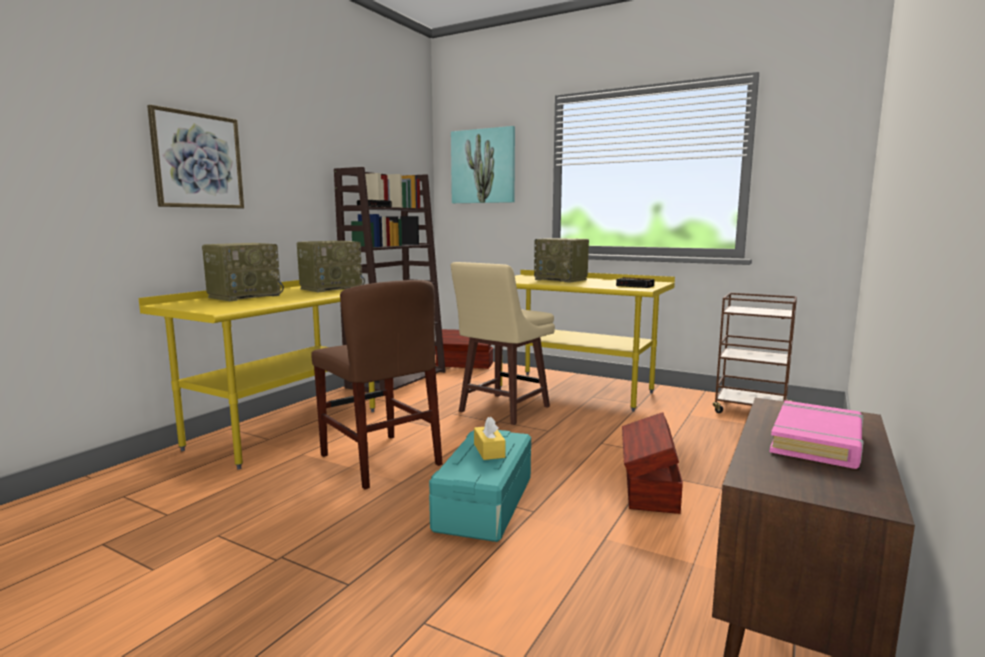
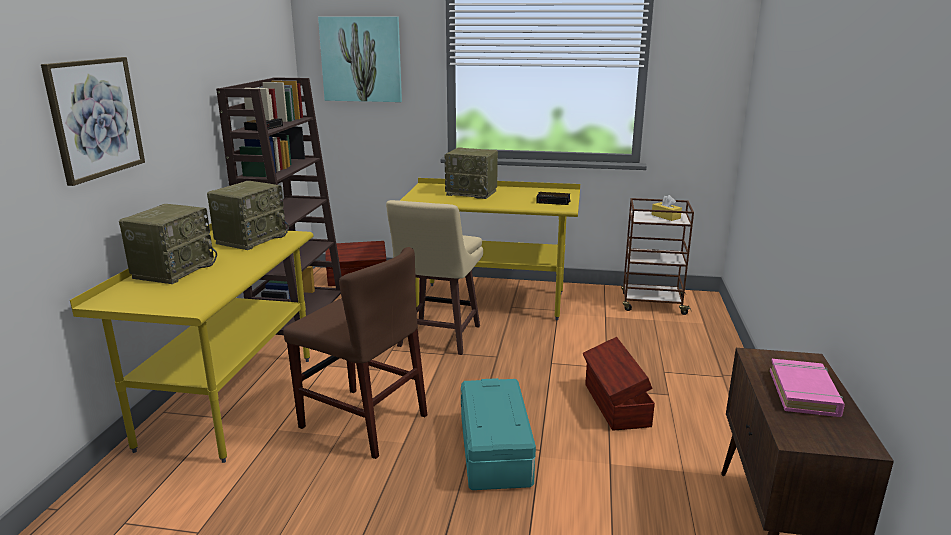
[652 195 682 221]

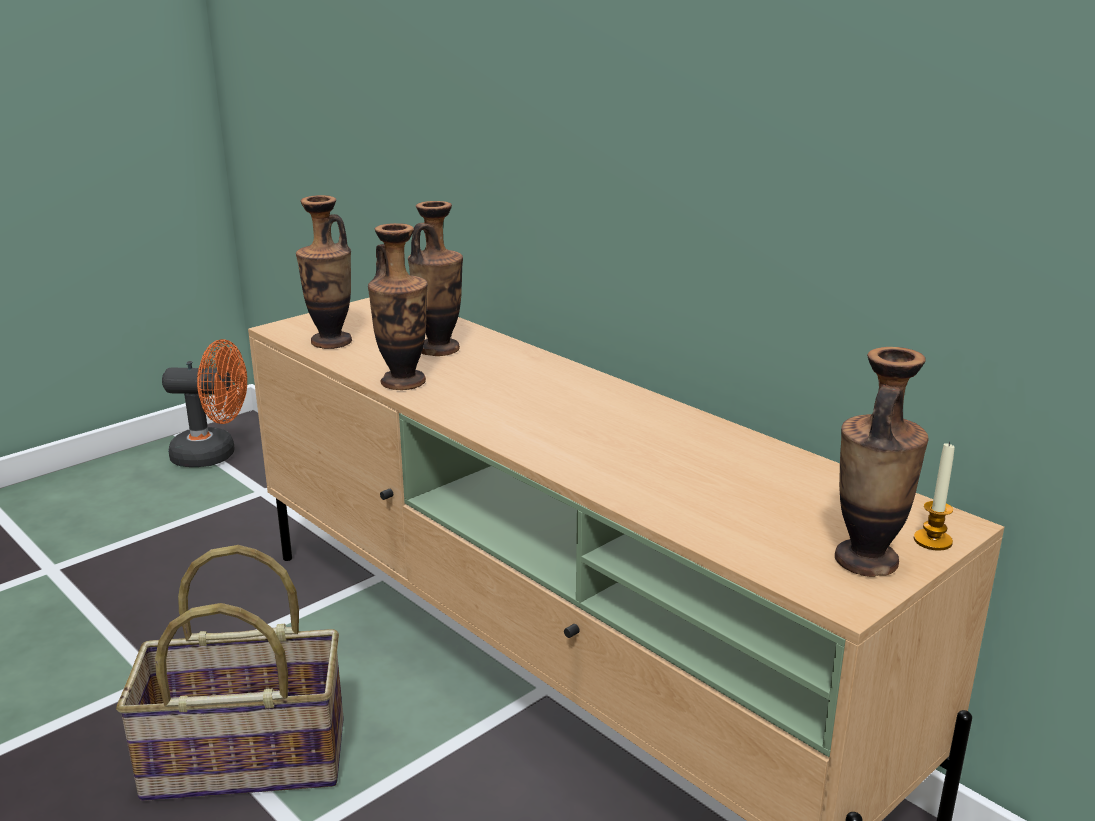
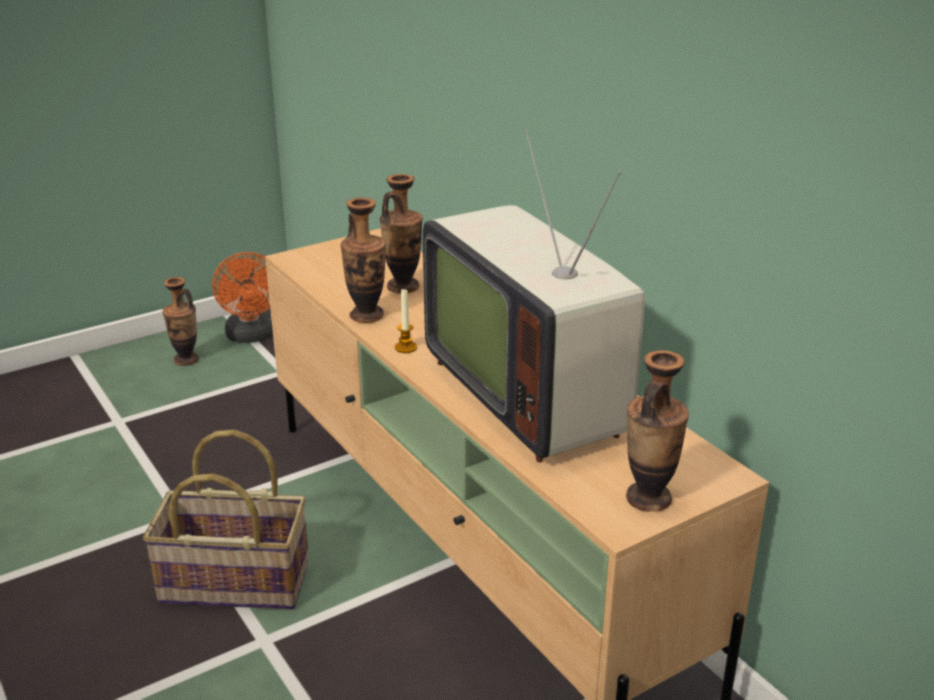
[423 131 645 463]
[162 277 199 366]
[395 289 417 353]
[212 252 273 343]

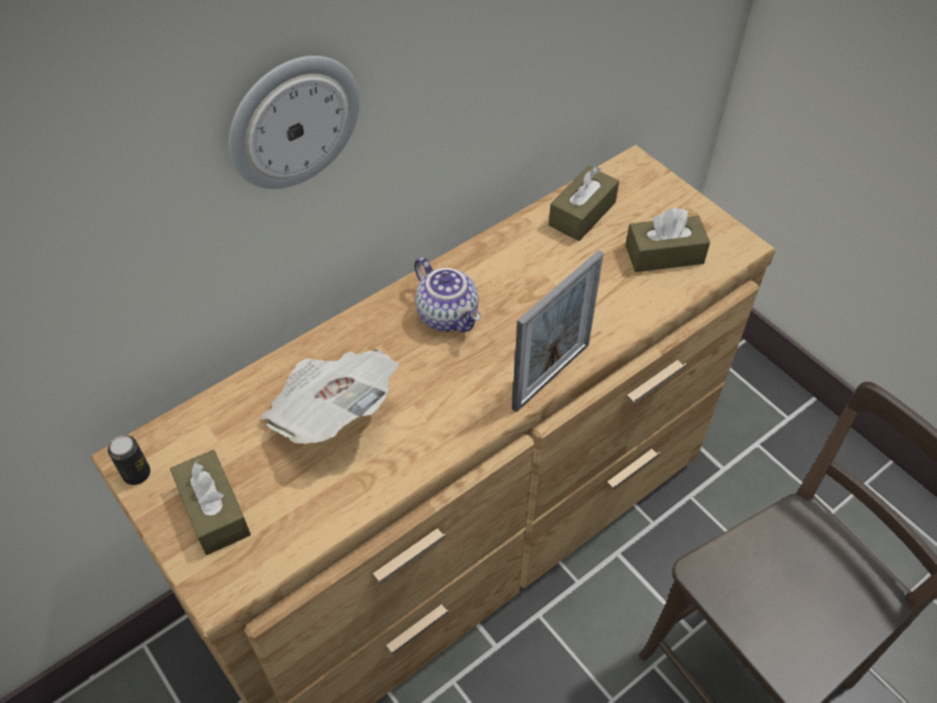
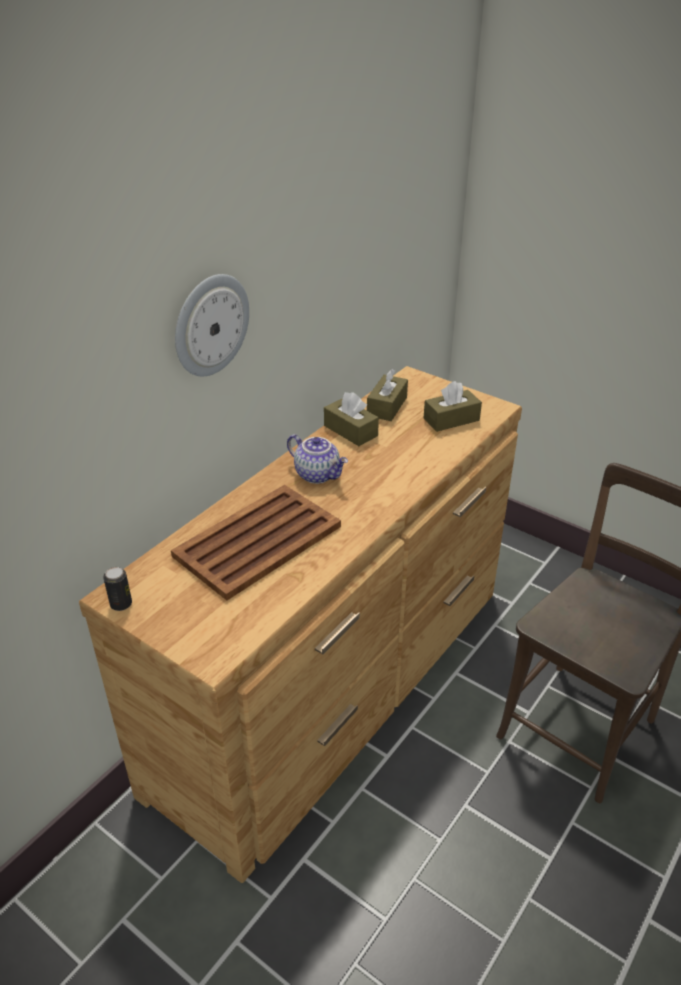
[512 250 604 412] (first image)
[324 392 379 446]
[171 485 341 600]

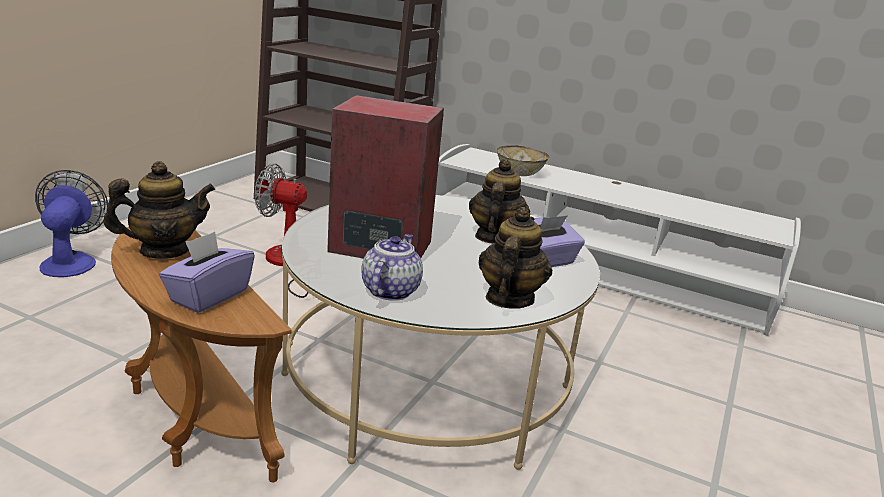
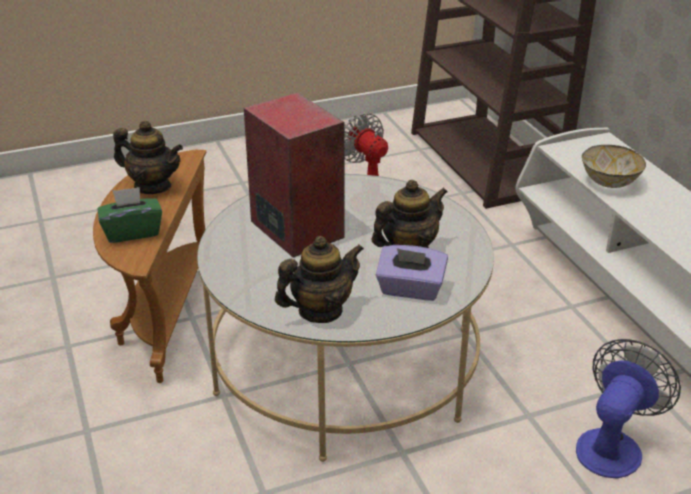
[361 234 423 301] (first image)
[576 339 681 479]
[98 187 162 243]

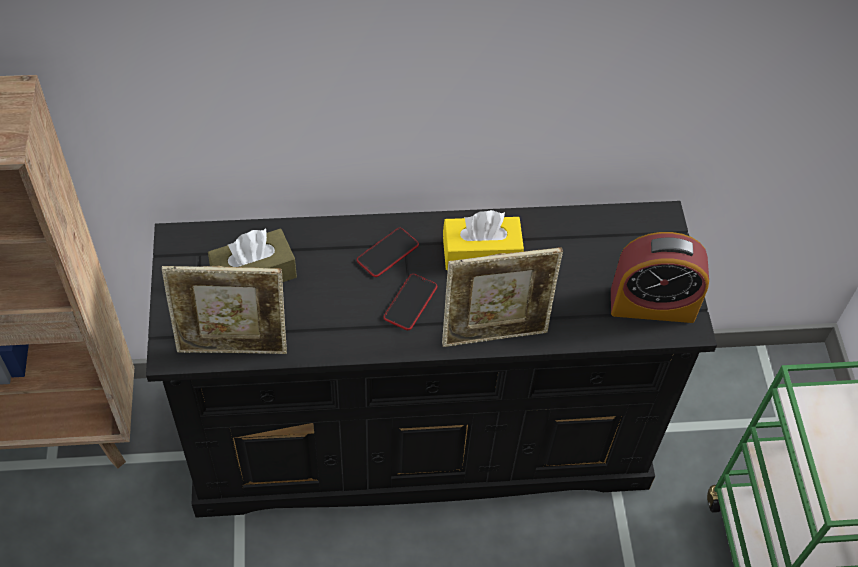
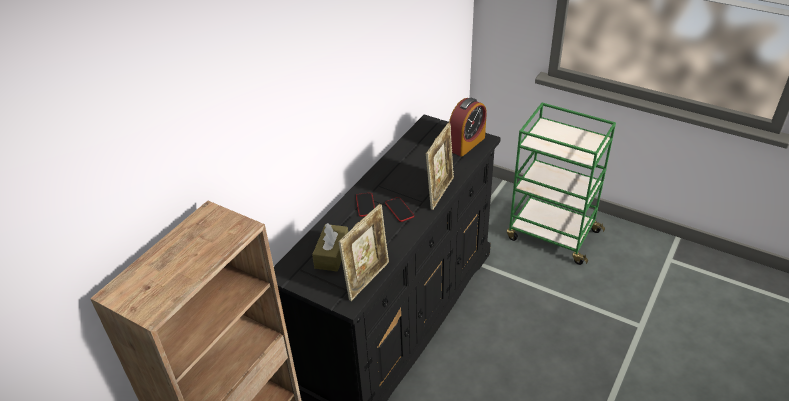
[443 210 524 270] (first image)

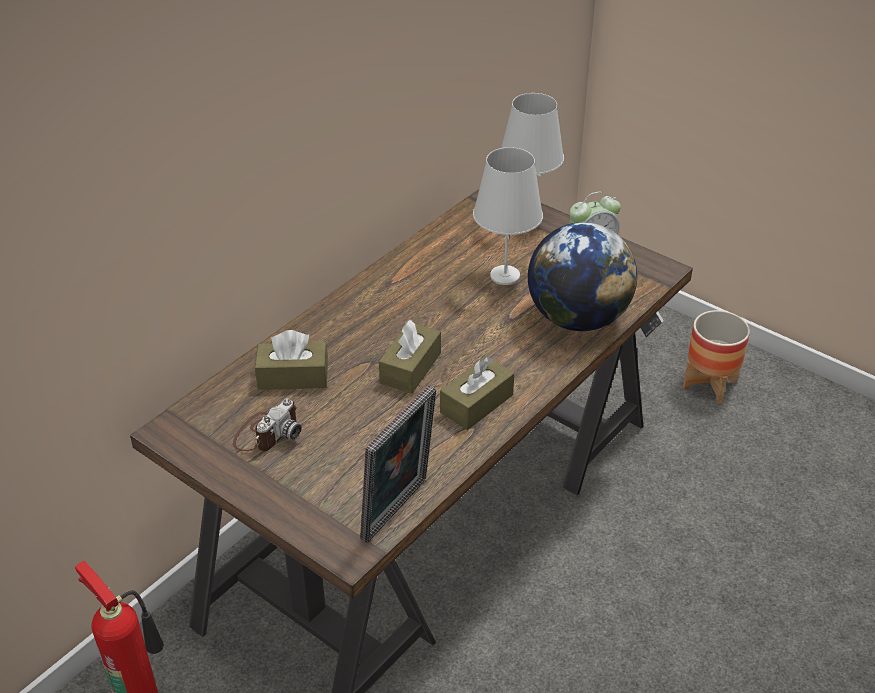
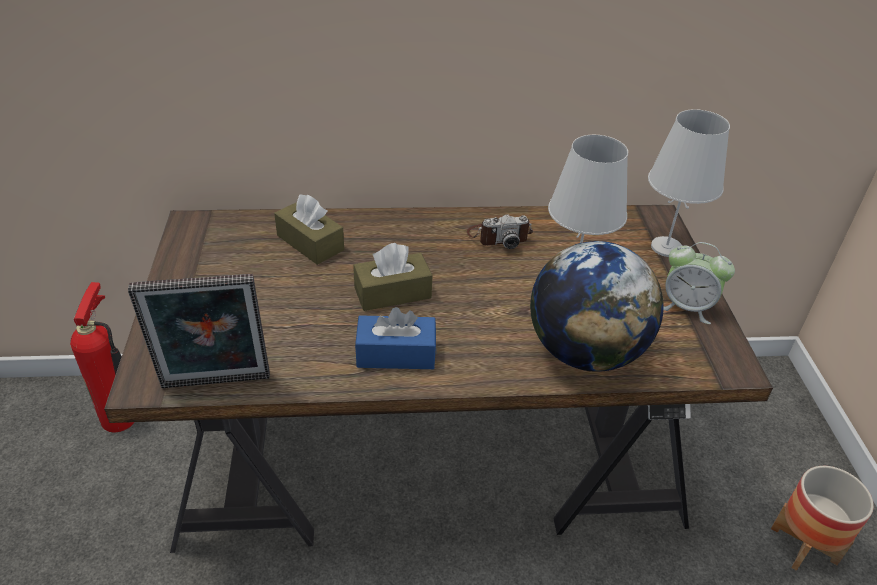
[467 214 533 249]
[355 307 436 369]

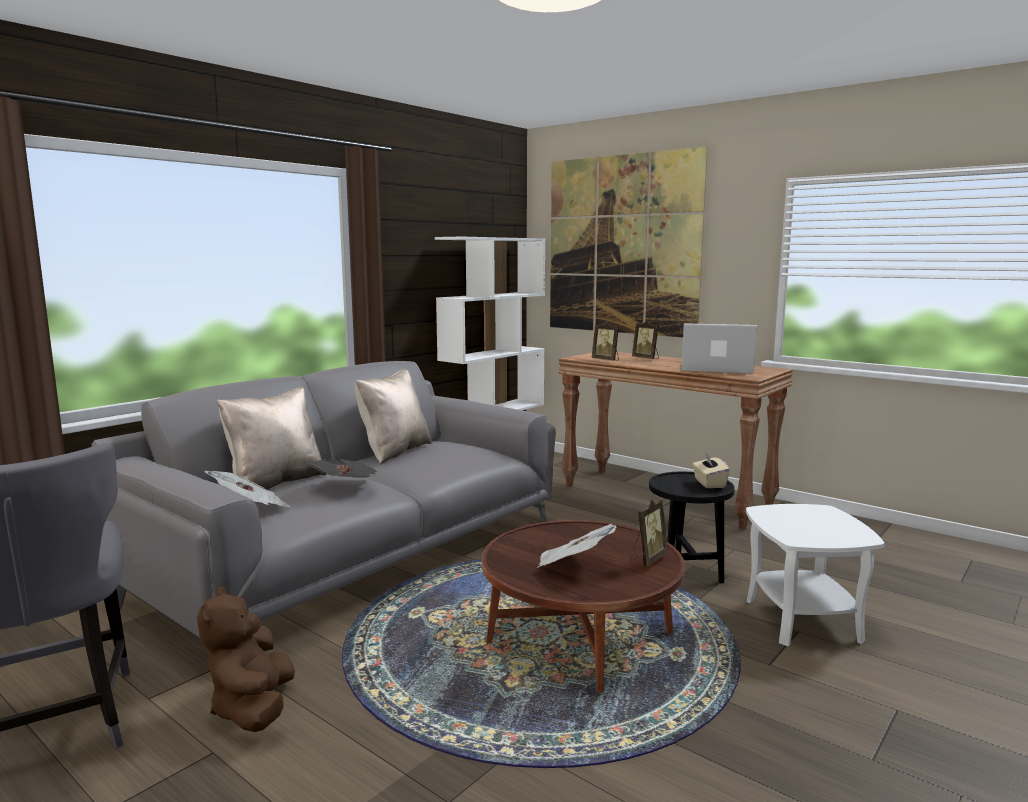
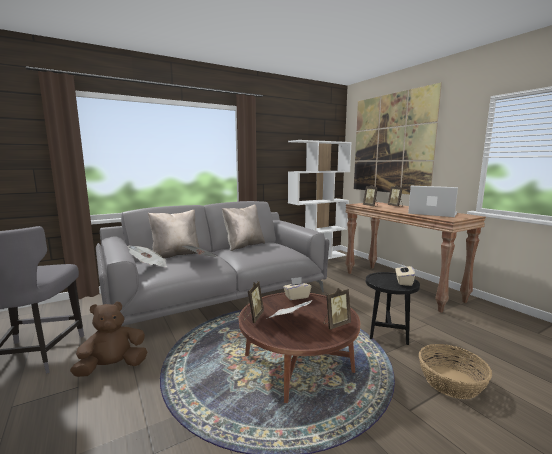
[243 281 264 323]
[283 277 312 300]
[419 344 492 399]
[70 302 147 377]

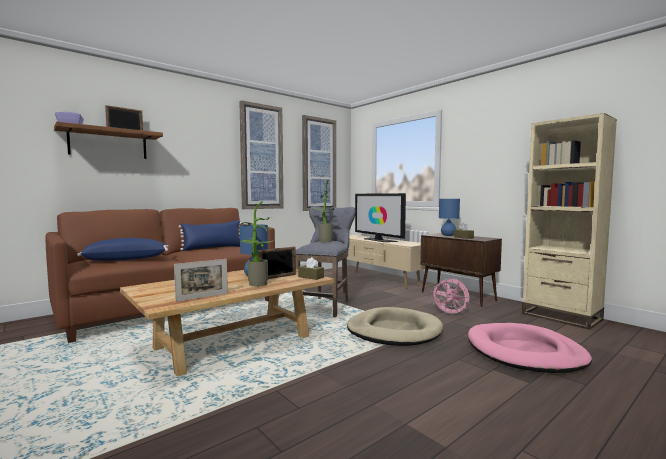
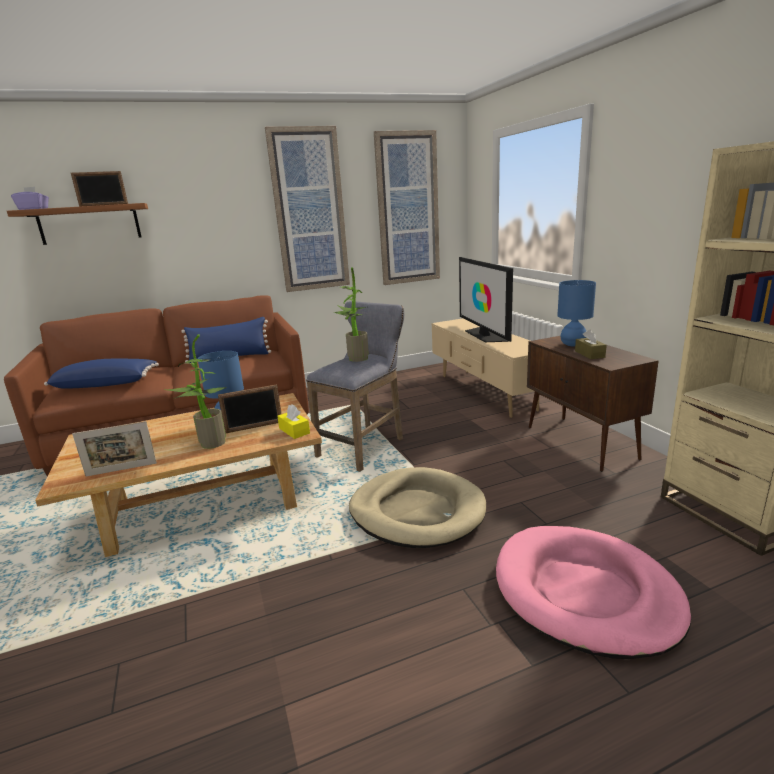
[431 277 469 316] (first image)
[277 405 310 439]

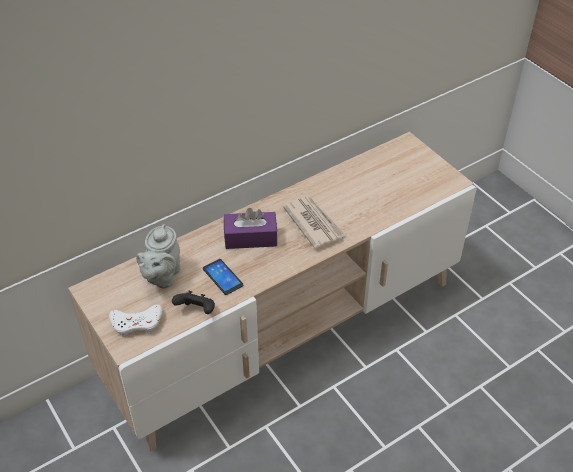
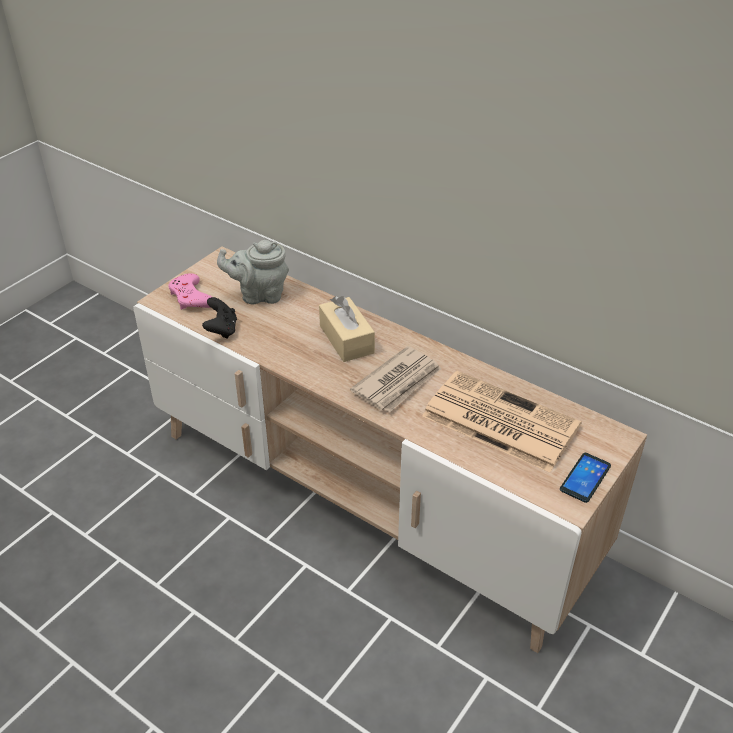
[422 371 582 472]
[560 453 611 503]
[168 273 212 310]
[319 296 375 362]

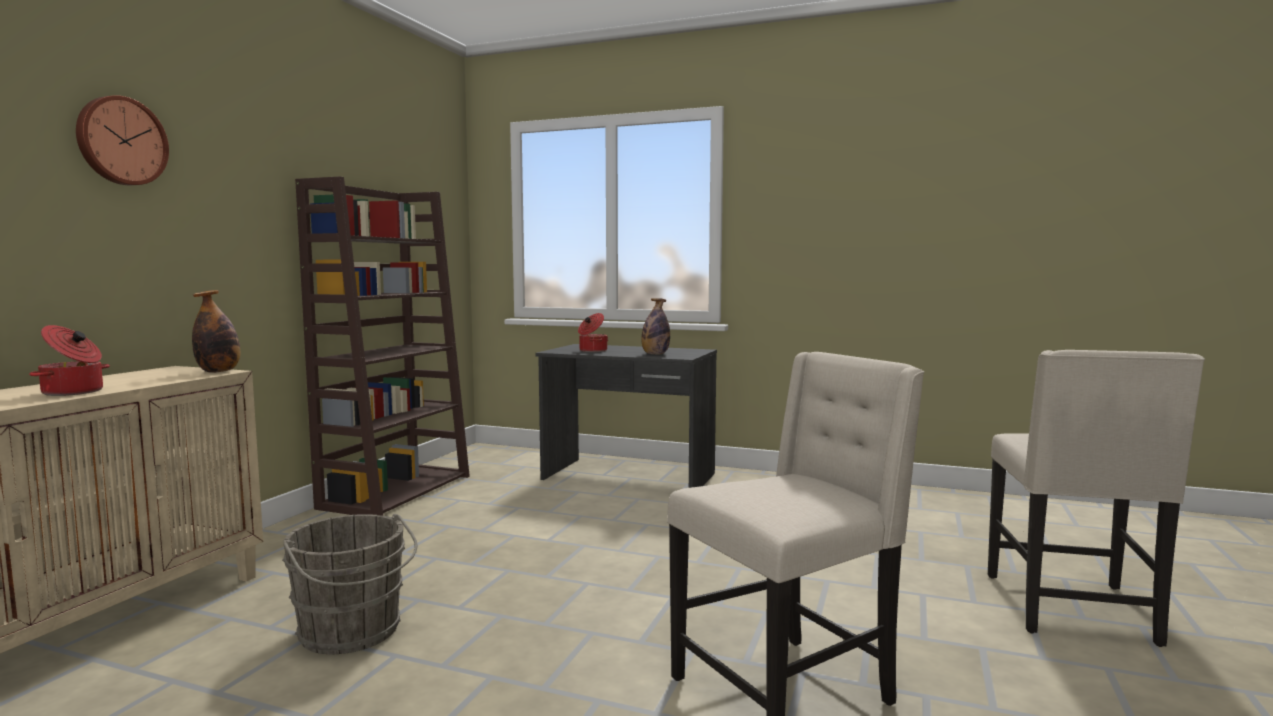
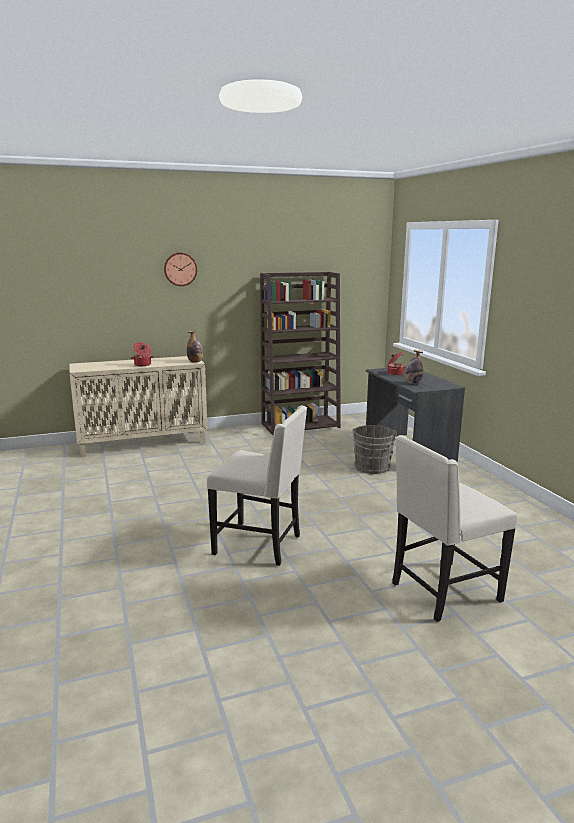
[352 425 397 474]

